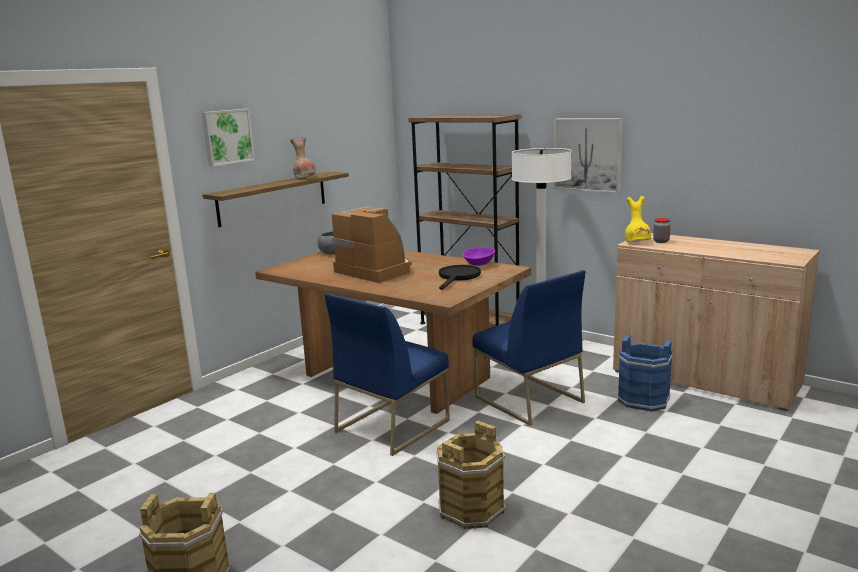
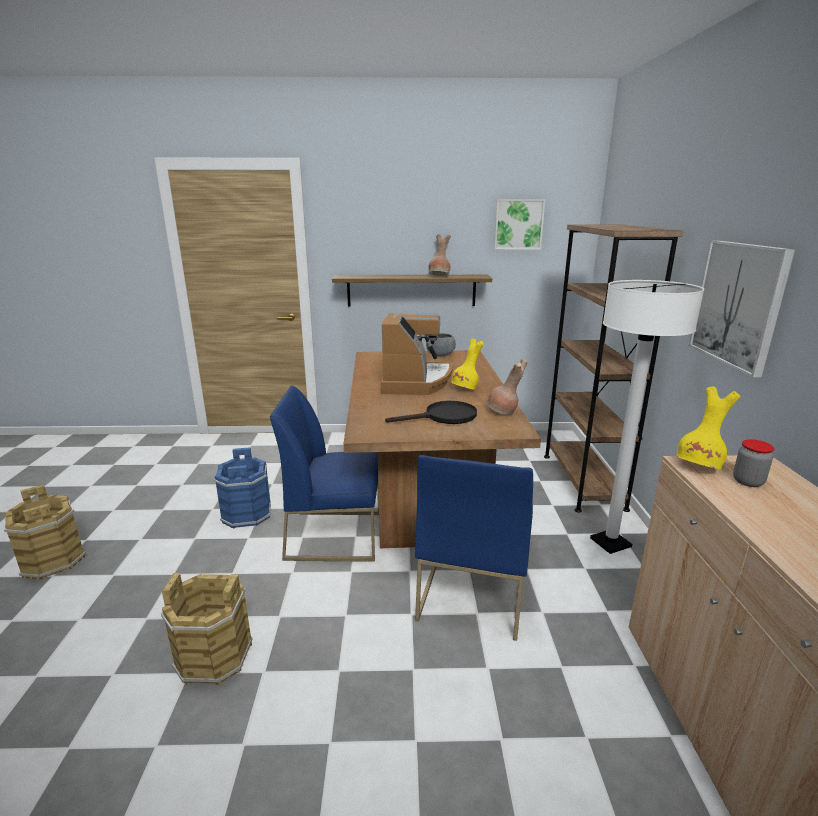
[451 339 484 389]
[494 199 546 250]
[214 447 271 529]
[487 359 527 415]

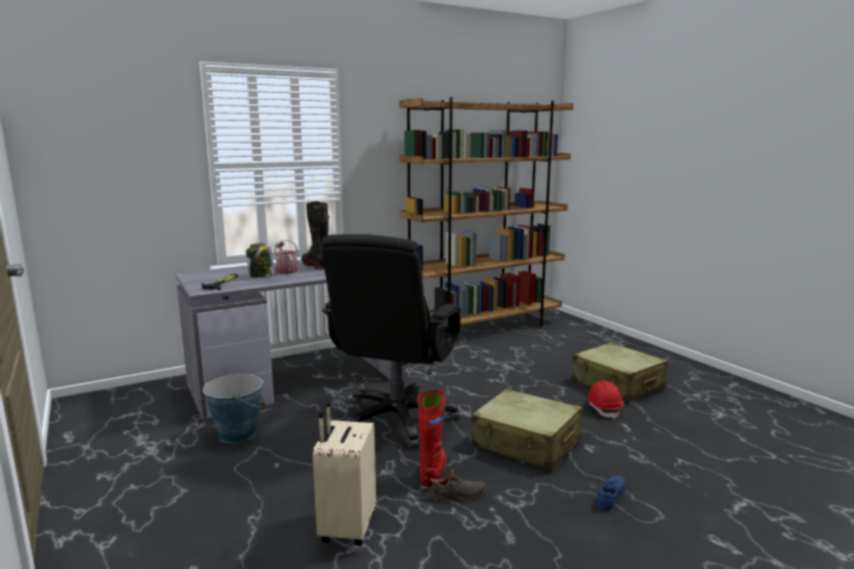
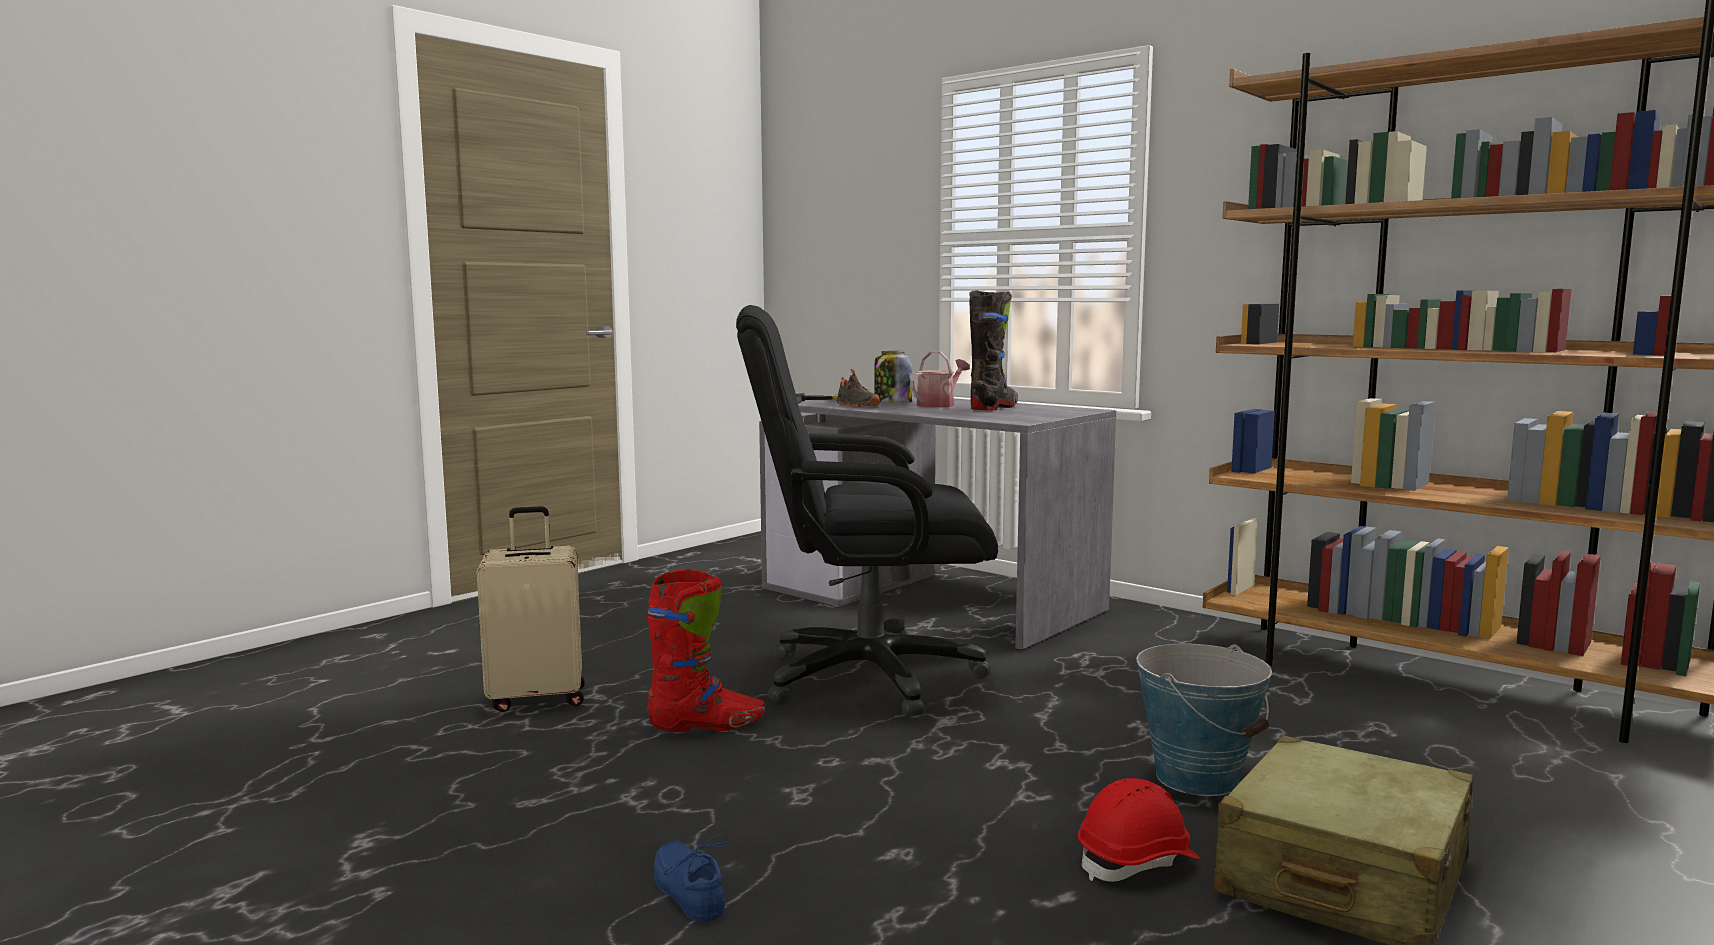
[471 389 582 470] (first image)
[1136 644 1272 796]
[836 369 880 407]
[654 833 729 922]

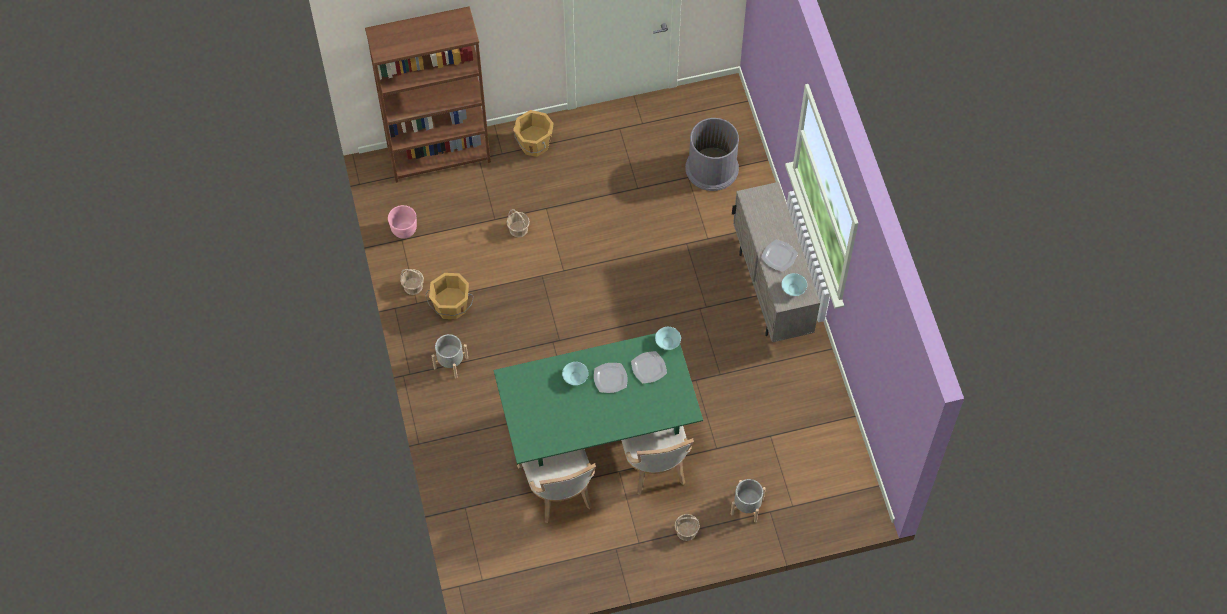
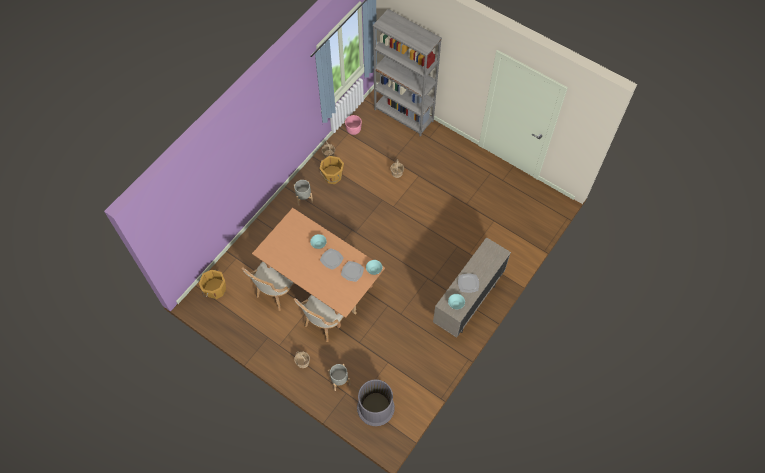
[199 269 226 299]
[357 379 395 426]
[373 9 442 137]
[252 208 385 328]

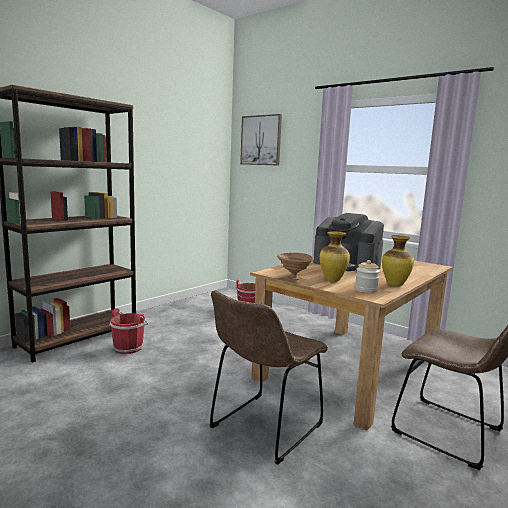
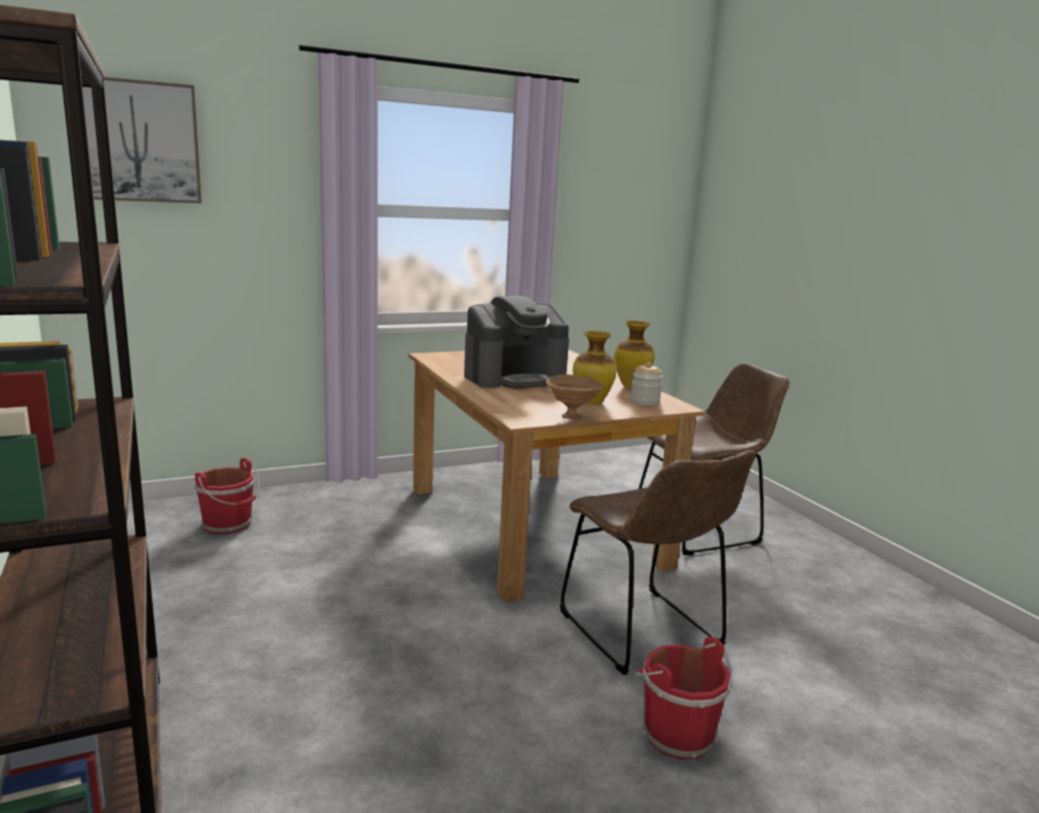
[635 636 731 760]

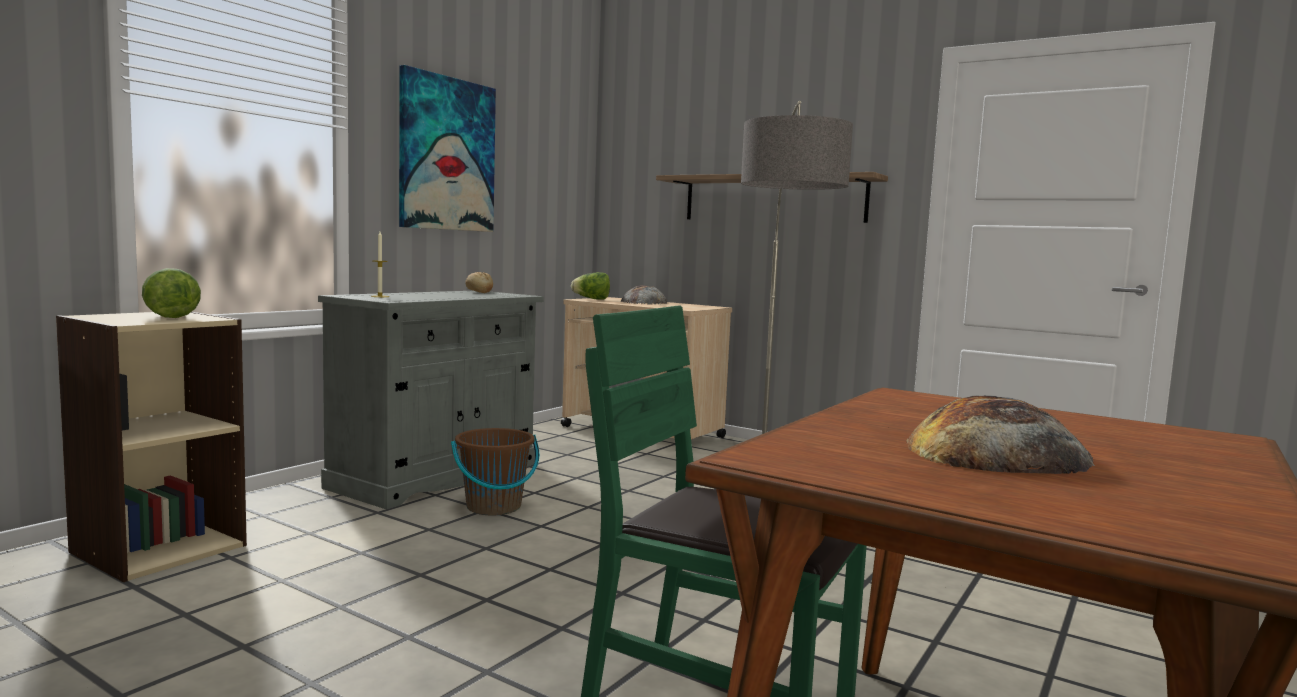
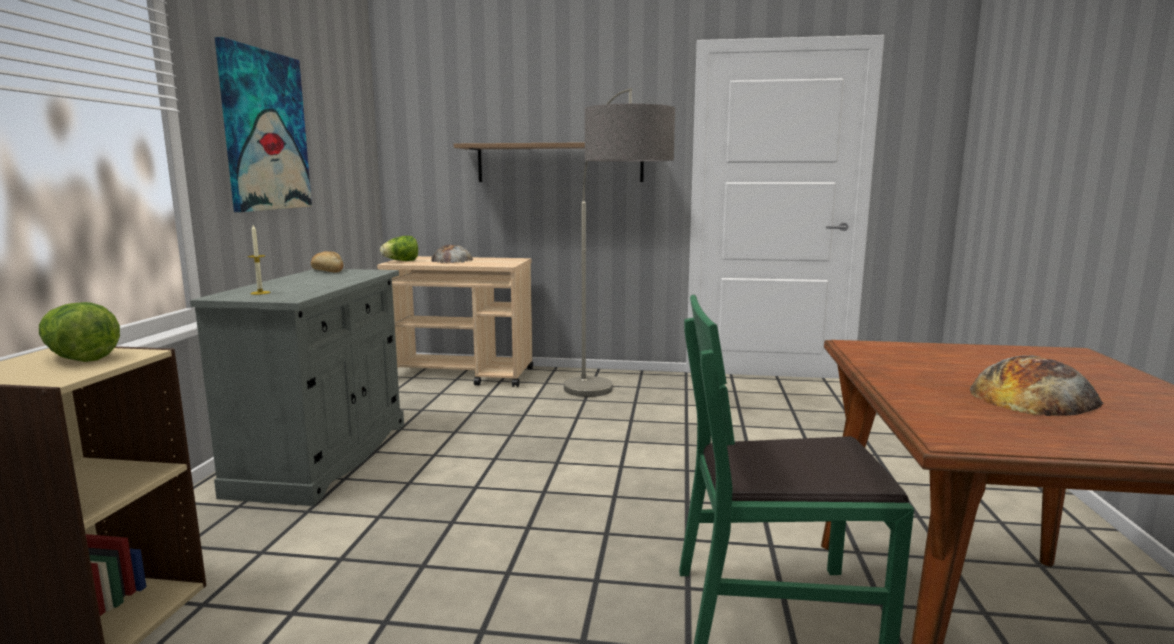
[451 428 540 516] (first image)

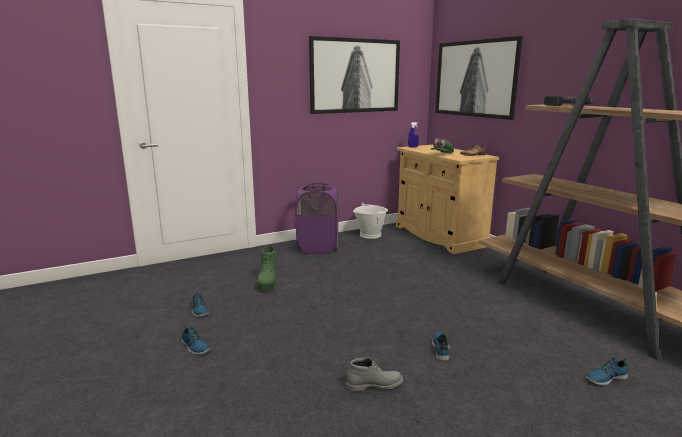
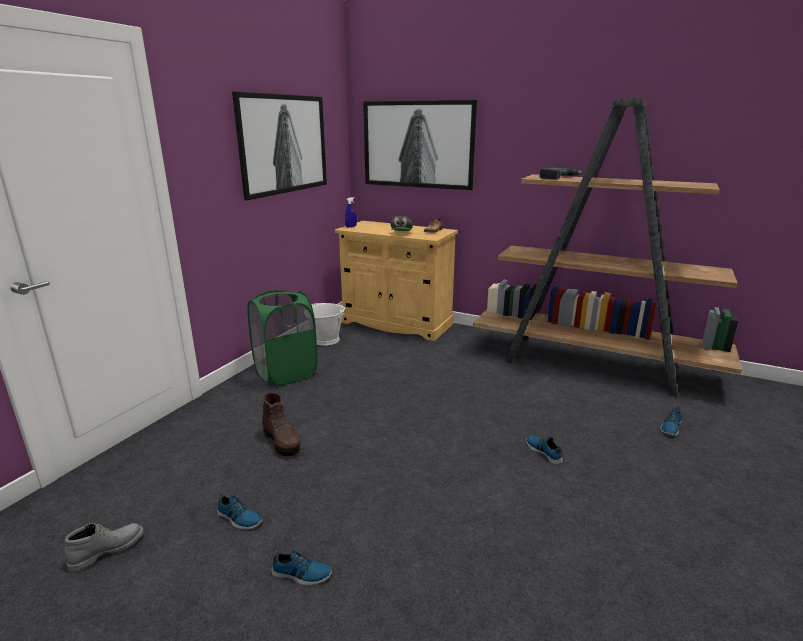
[65 523 144 572]
[262 393 301 456]
[247 290 317 385]

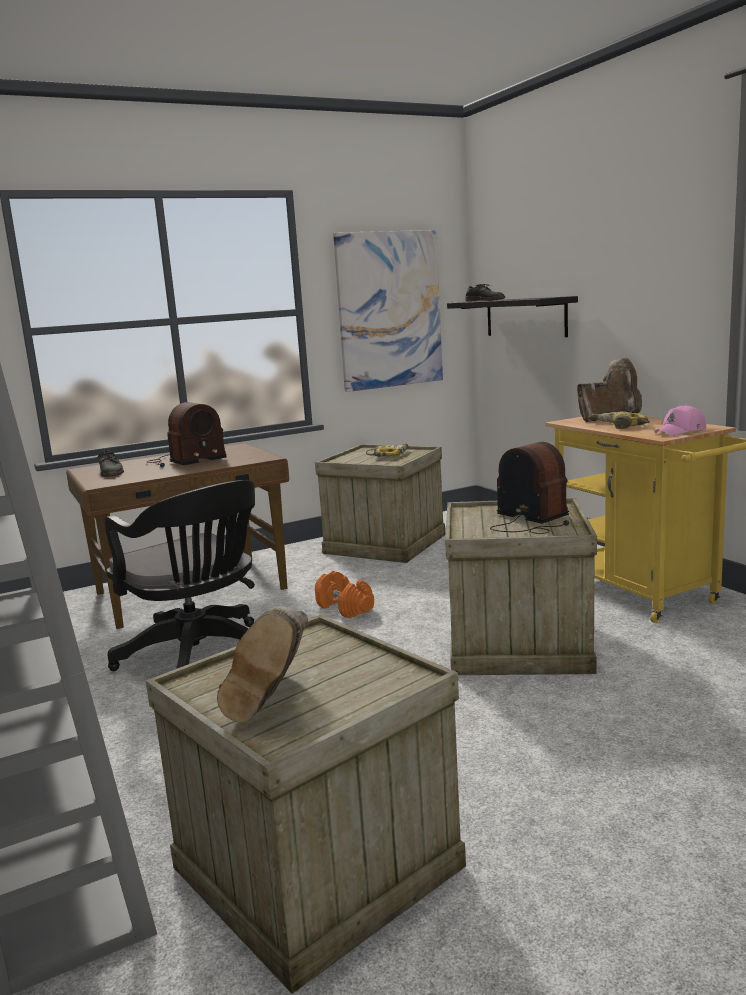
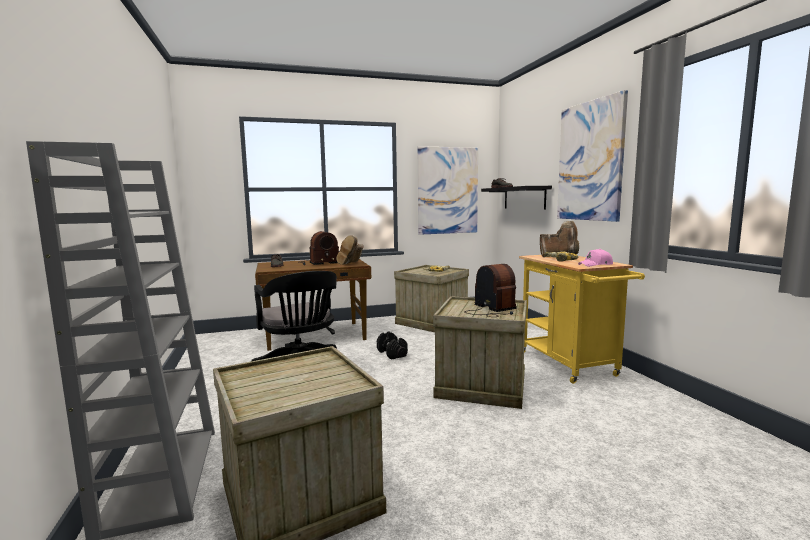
[557 90 628 222]
[336 235 364 264]
[377 332 408 359]

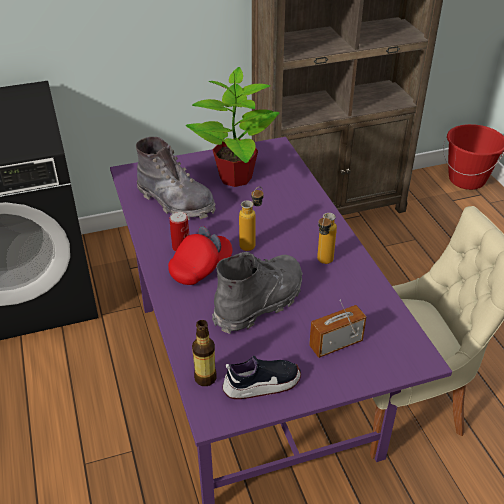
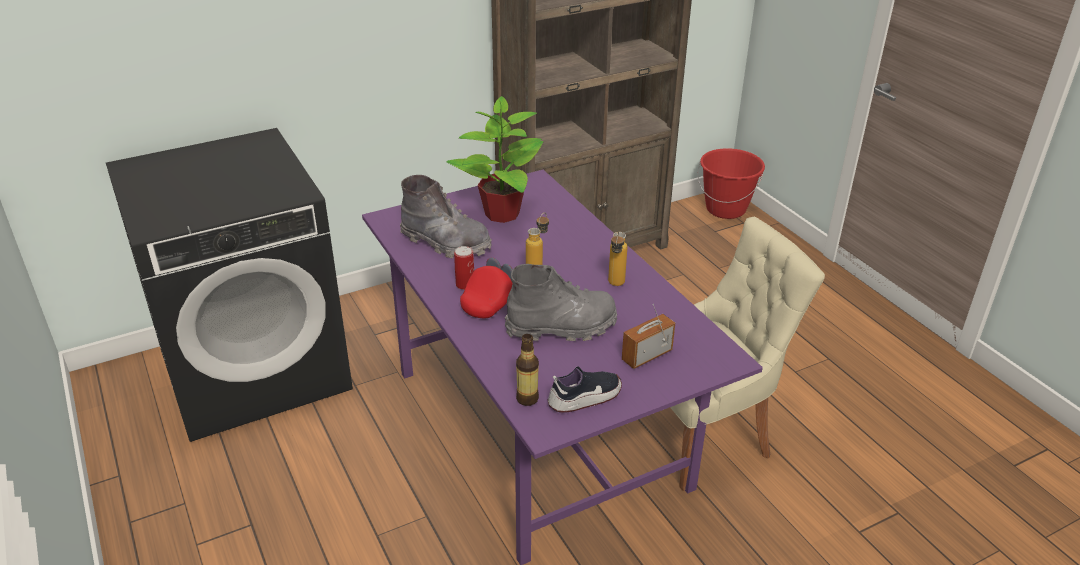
[505 264 617 341]

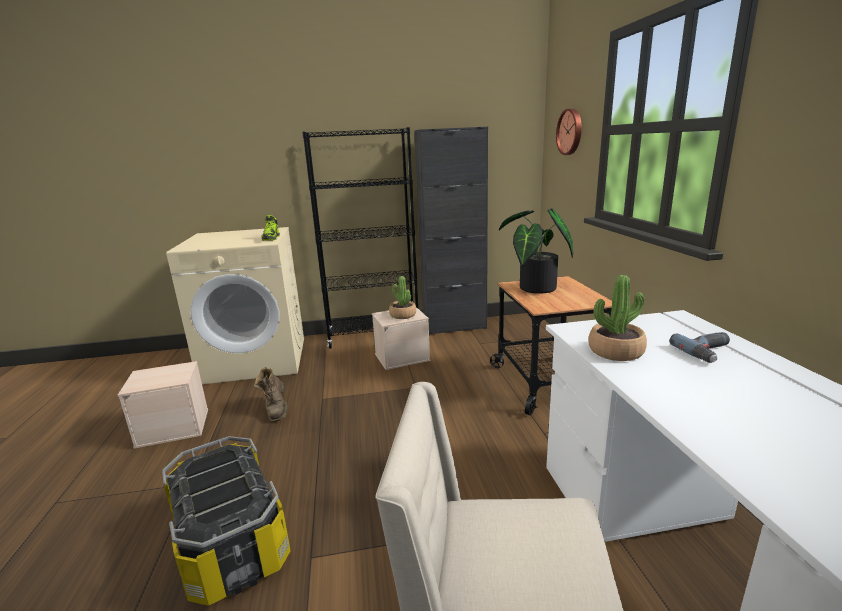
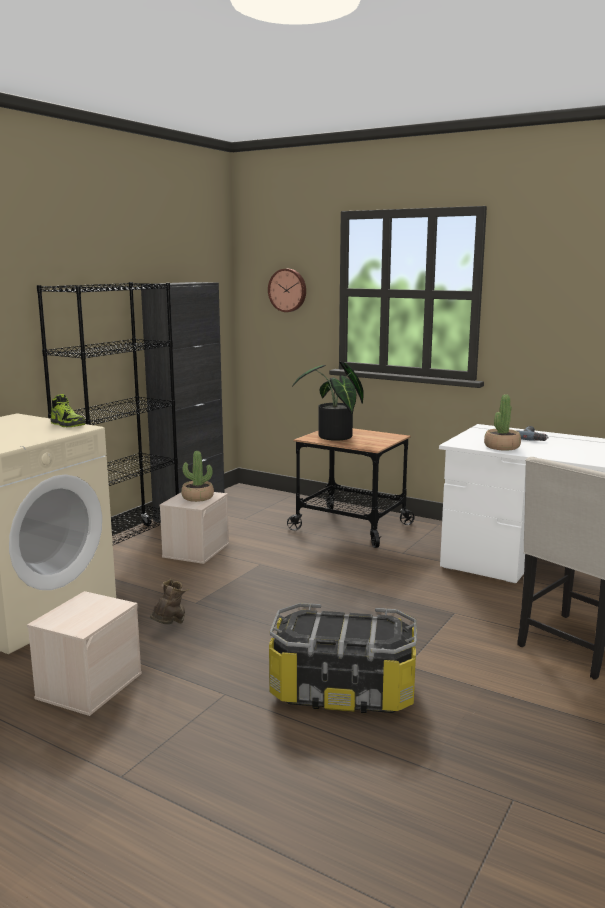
[150 579 190 624]

